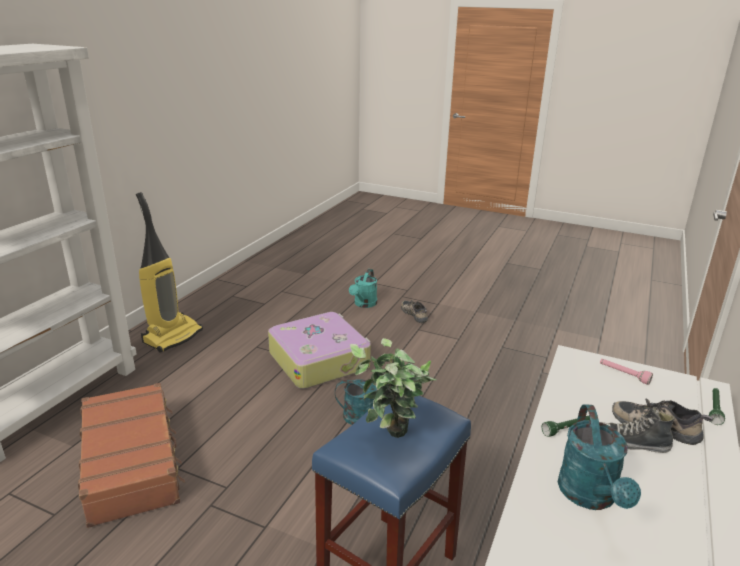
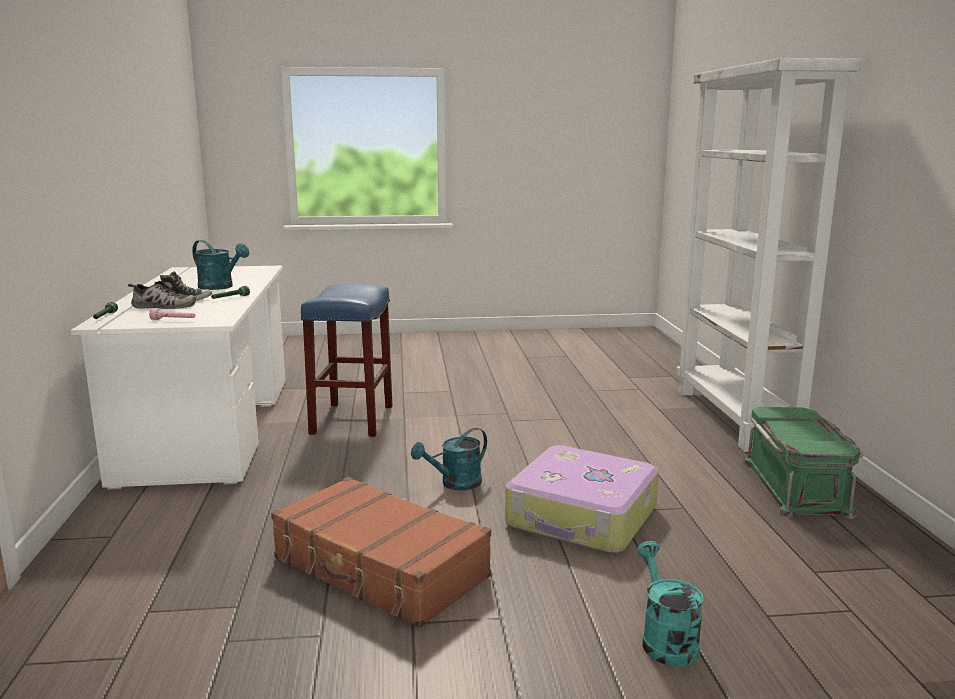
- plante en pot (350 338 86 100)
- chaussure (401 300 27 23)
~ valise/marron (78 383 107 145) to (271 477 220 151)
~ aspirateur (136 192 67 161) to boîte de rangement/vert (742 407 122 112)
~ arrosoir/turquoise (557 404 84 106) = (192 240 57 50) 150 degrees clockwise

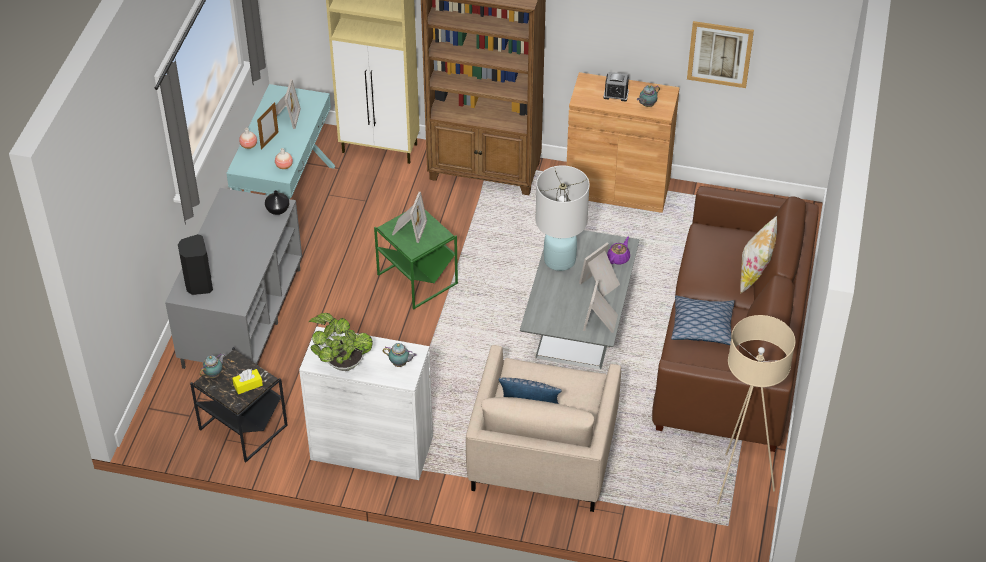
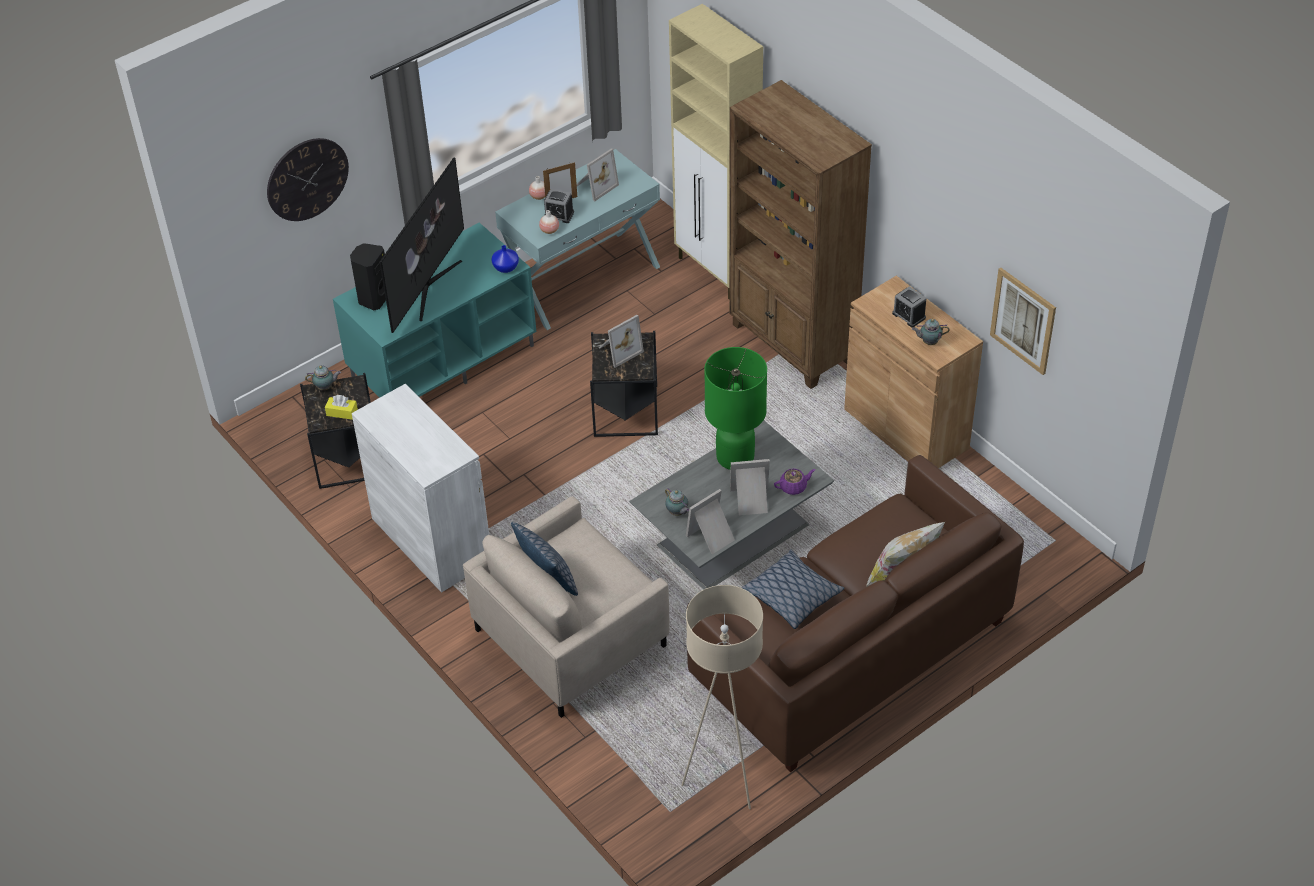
- plante en pot (309 313 64 58)
+ horloge murale (267 138 82 83)
+ téléviseur (380 157 84 176)
+ réveil (544 189 30 34)
~ théière (383 343 34 24) to (665 488 24 28)
~ meuble télé/gris (165 188 137 181) to meuble télé/turquoise (333 223 203 175)
~ vase/noir (265 190 24 25) to vase/bleu (492 245 27 28)
~ table d'appoint/vert (374 210 84 99) to table d'appoint/noir (590 331 68 106)
~ lampe de table/blanc (535 165 55 106) to lampe de table/vert (704 347 63 123)

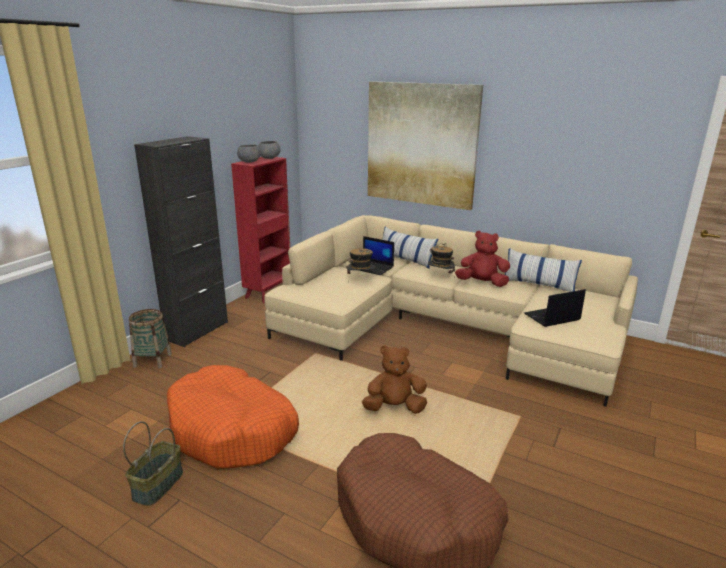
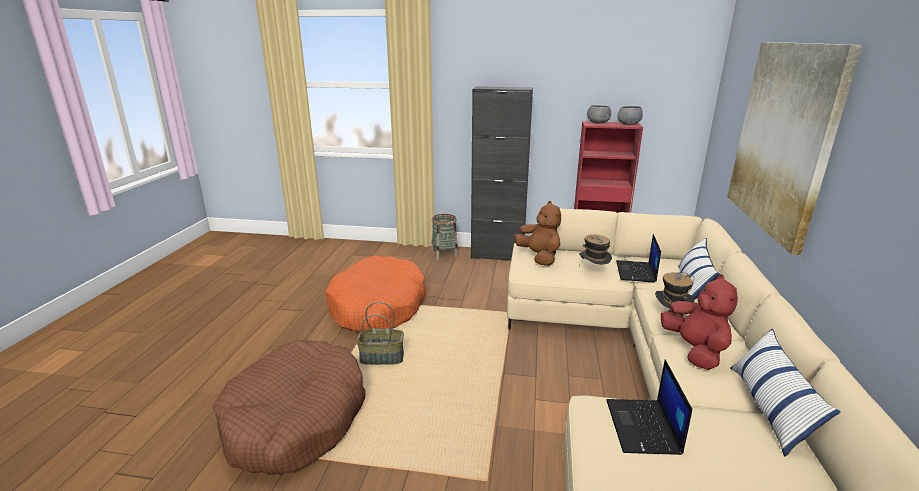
~ panier (123 421 60 85) to (357 302 47 63)
~ peluche/marron (362 345 65 69) to (514 201 47 65)
~ ordinateur portable (524 289 62 38) = (606 360 86 95) 135 degrees counterclockwise

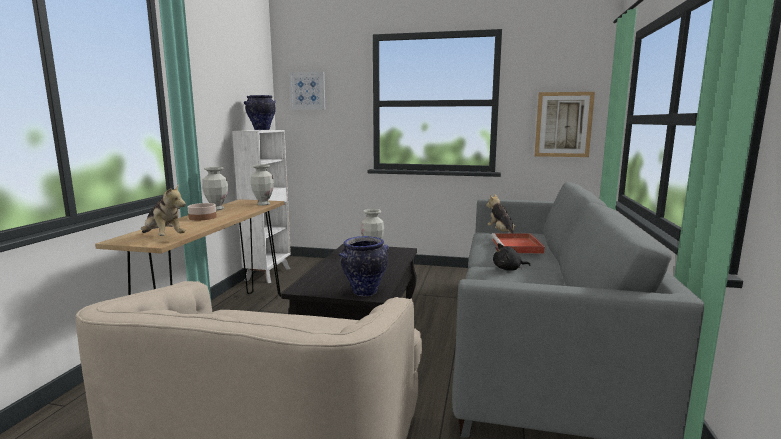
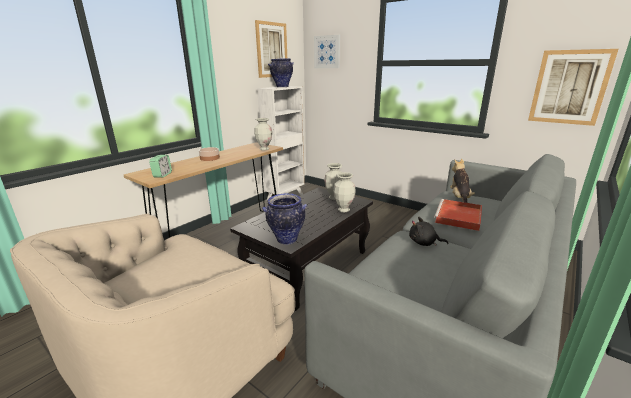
+ tableau (255 20 32 58)
~ vase (202 167 26 43) to (333 172 23 40)
~ peluche (141 184 45 52) to réveil (149 155 23 23)

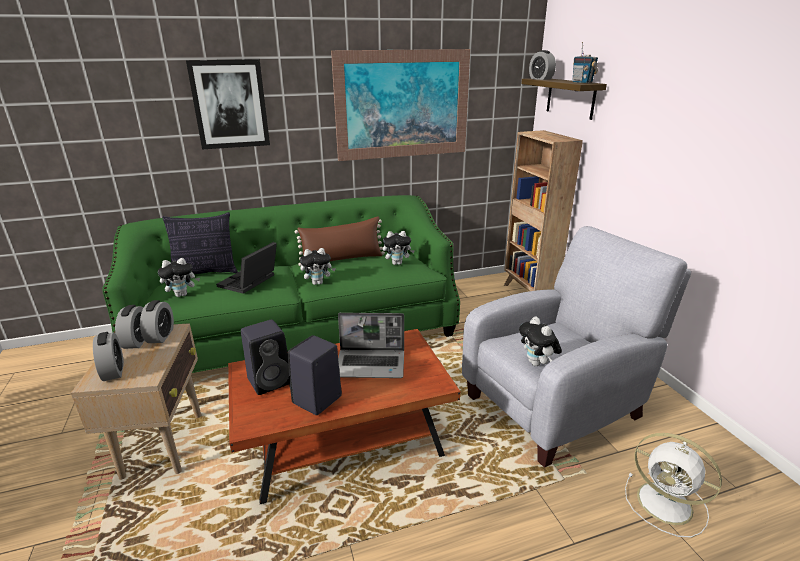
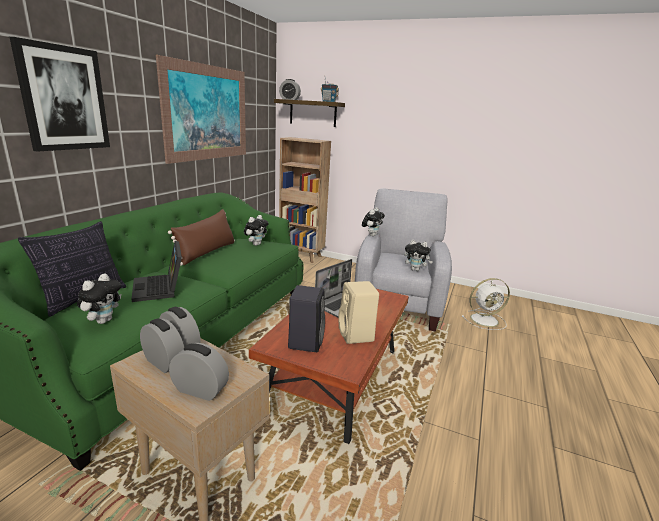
~ peluche (300 248 36 37) to (362 207 23 29)
~ enceinte/noir (288 335 54 80) to enceinte/beige (338 281 41 63)

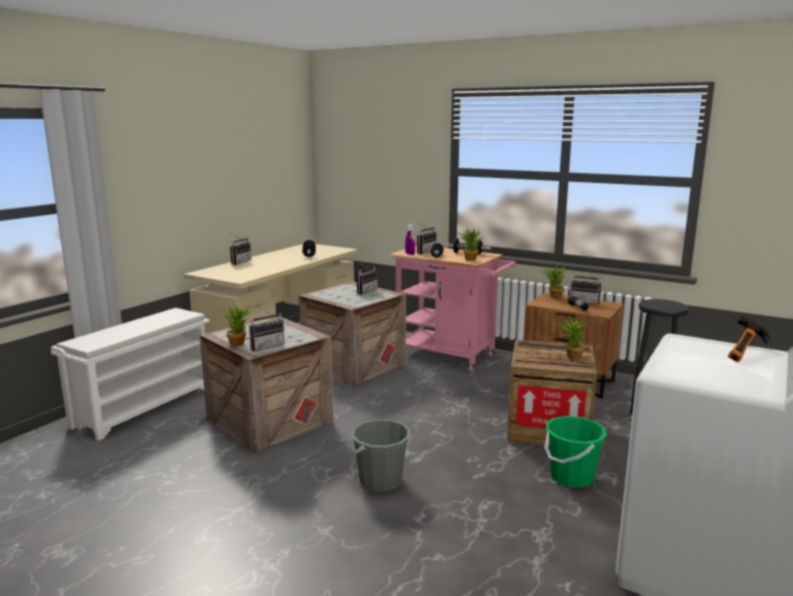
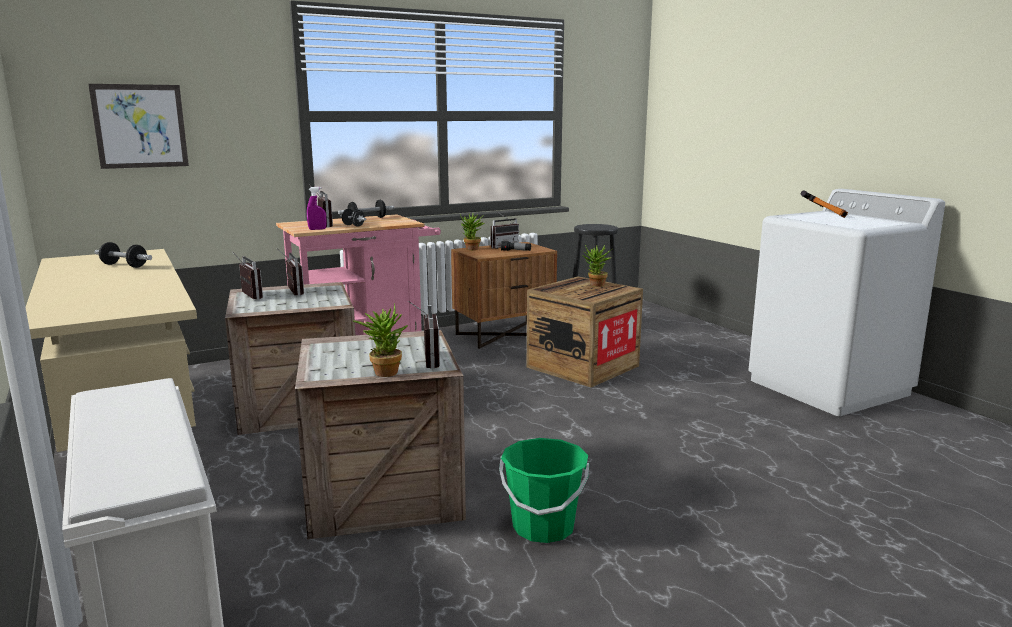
- seau/gris (351 419 59 73)
- plante en pot (459 227 23 34)
+ tableau (88 84 101 85)
~ radio (230 235 22 30) to (234 253 29 46)
~ seau/vert (544 416 63 72) to (499 438 90 105)

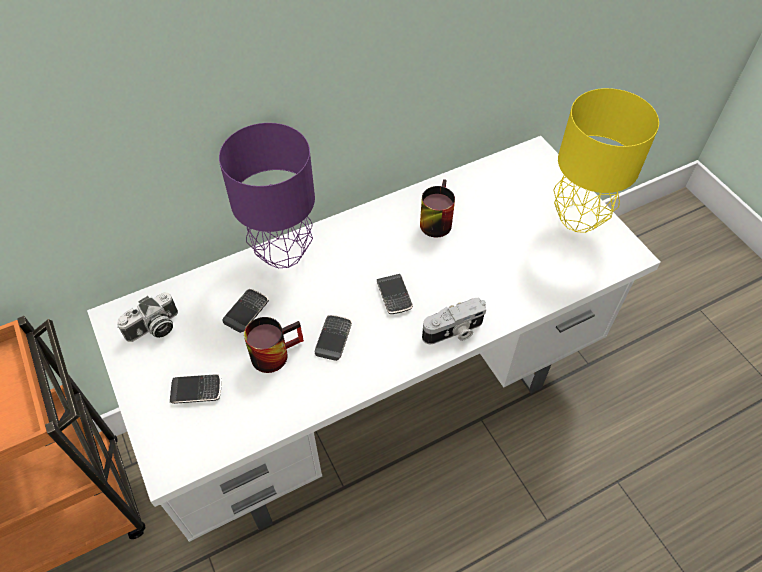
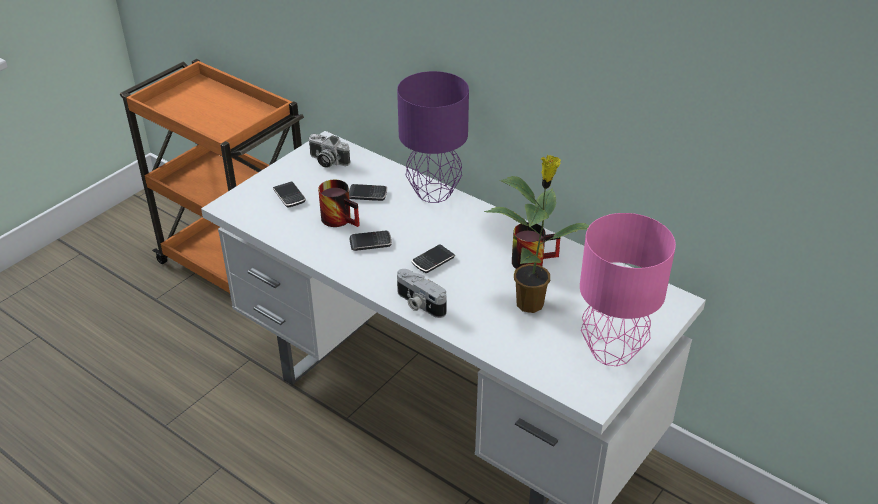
+ plante en pot (484 155 106 158)
~ lampe de table/jaune (553 88 106 145) to lampe de table/rose (580 213 96 153)

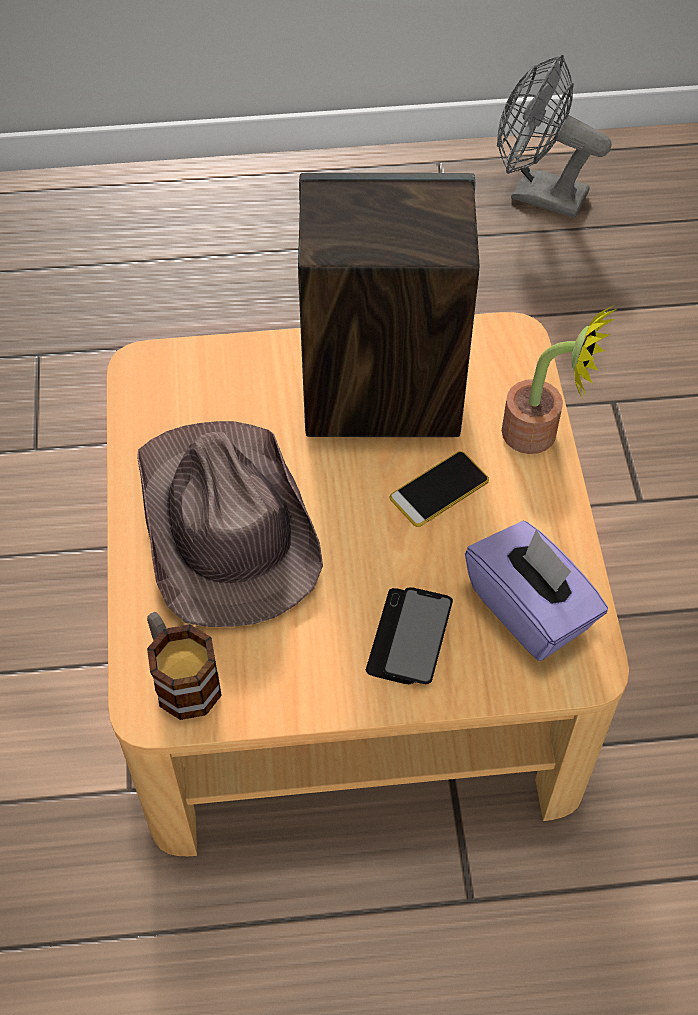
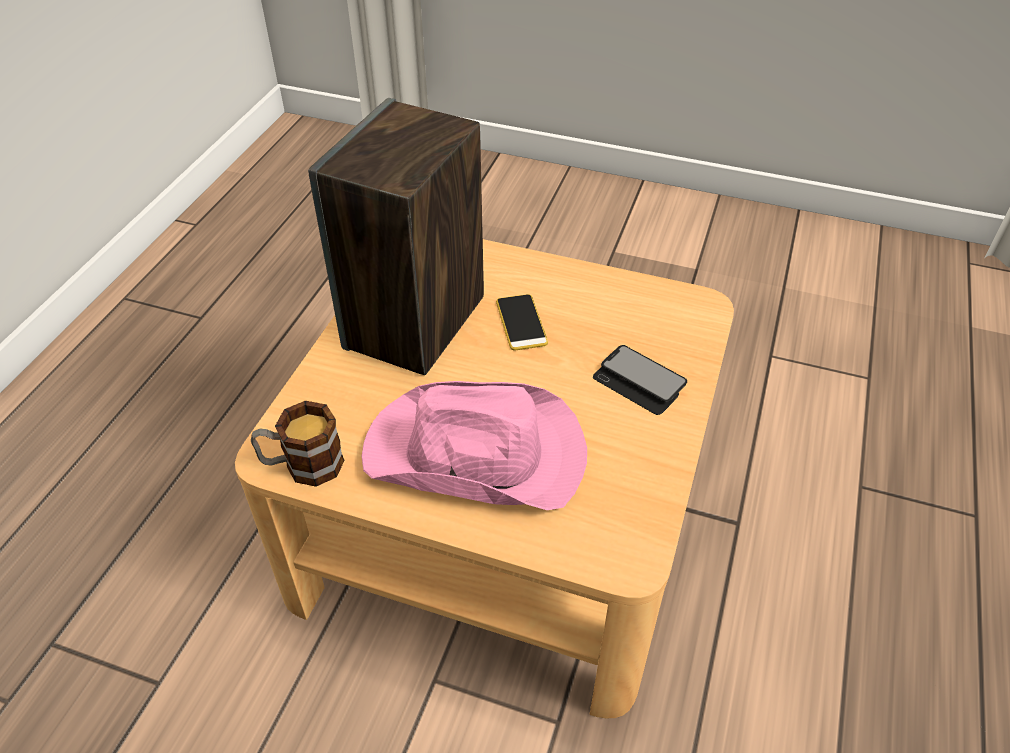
- boîte à mouchoirs/violet (465 521 143 140)
- ventilateur/gris (497 55 114 163)
- plante en pot (502 305 115 149)
~ mug (147 612 75 108) to (251 401 94 86)
~ chapeau/marron (137 421 186 206) to chapeau/rose (362 381 225 129)

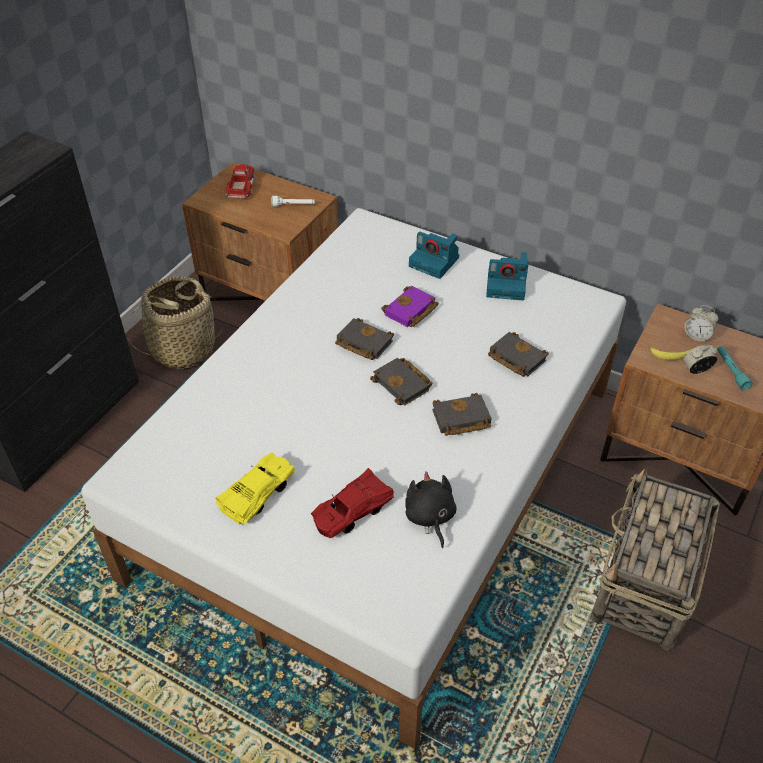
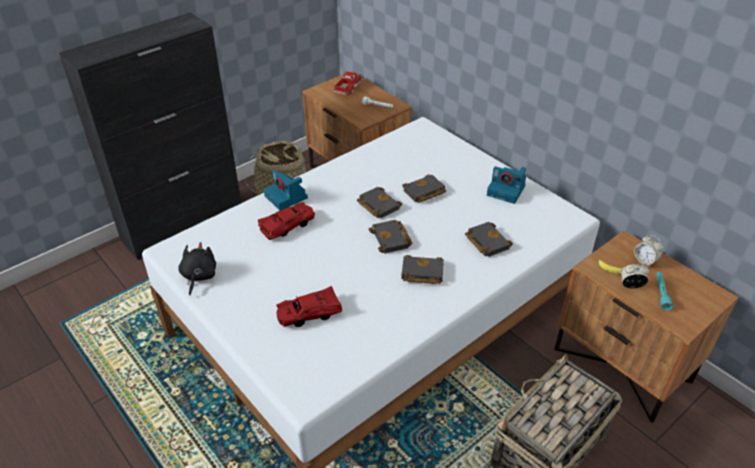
- petite voiture/jaune (216 452 79 73)
+ petite voiture/rouge (258 202 57 38)
~ peluche/noir (405 471 52 77) to (178 242 38 53)
~ appareil photo (409 231 50 48) to (264 170 44 41)
~ livre/violet (381 286 58 41) to livre/noir (402 174 44 29)

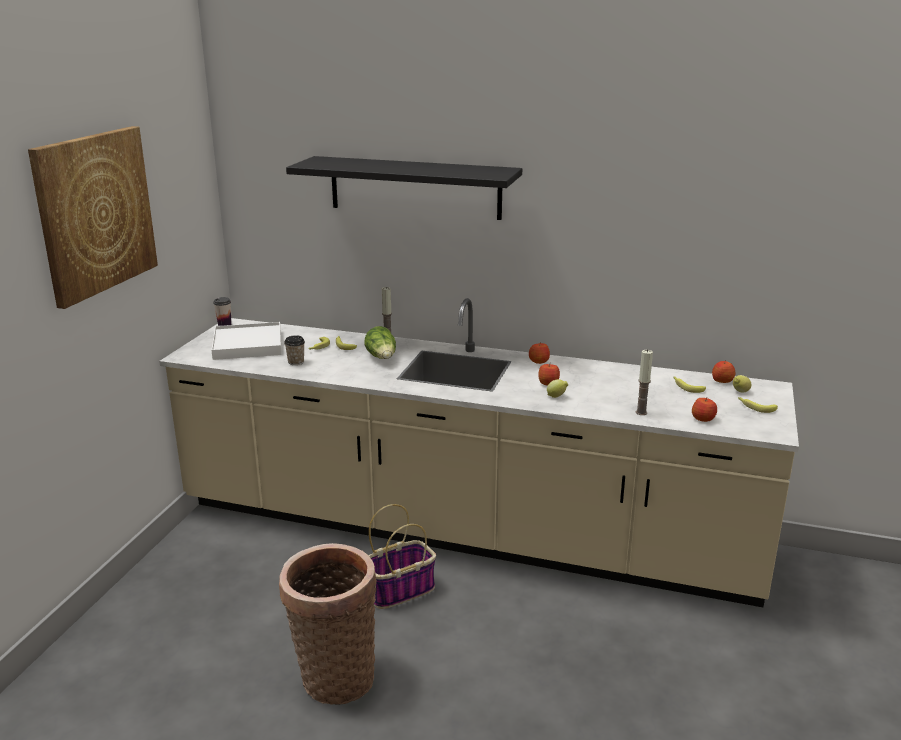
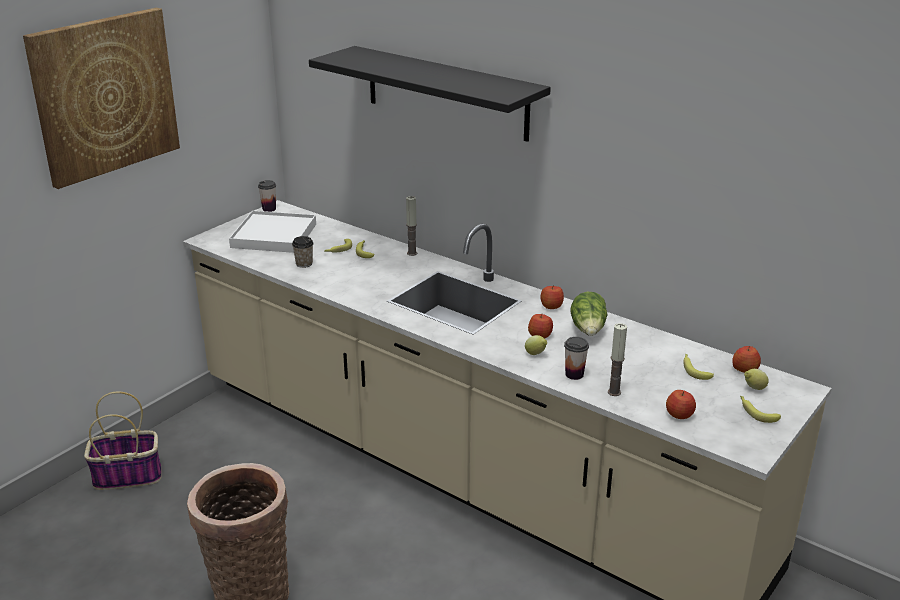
+ tasse (564 337 25 43)
~ laitue (364 326 32 33) to (570 292 38 44)
~ panier (368 504 68 105) to (84 392 78 98)

